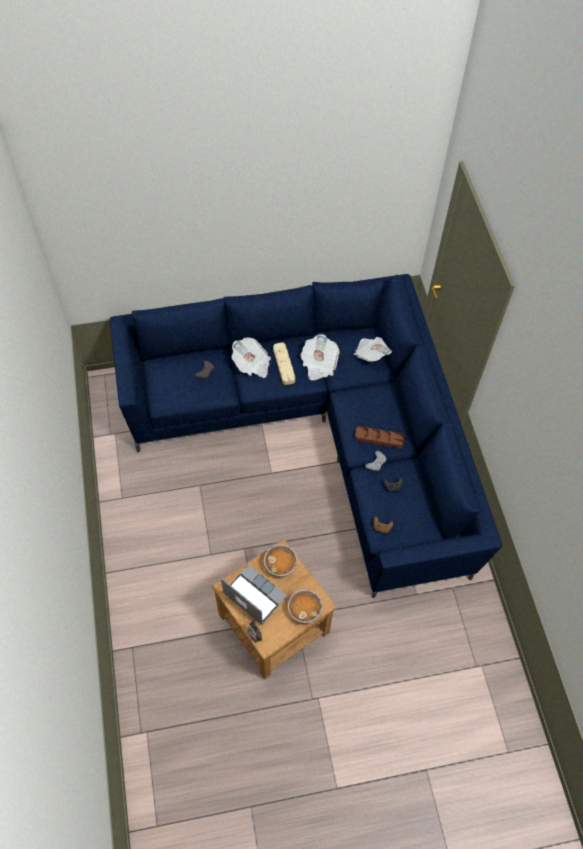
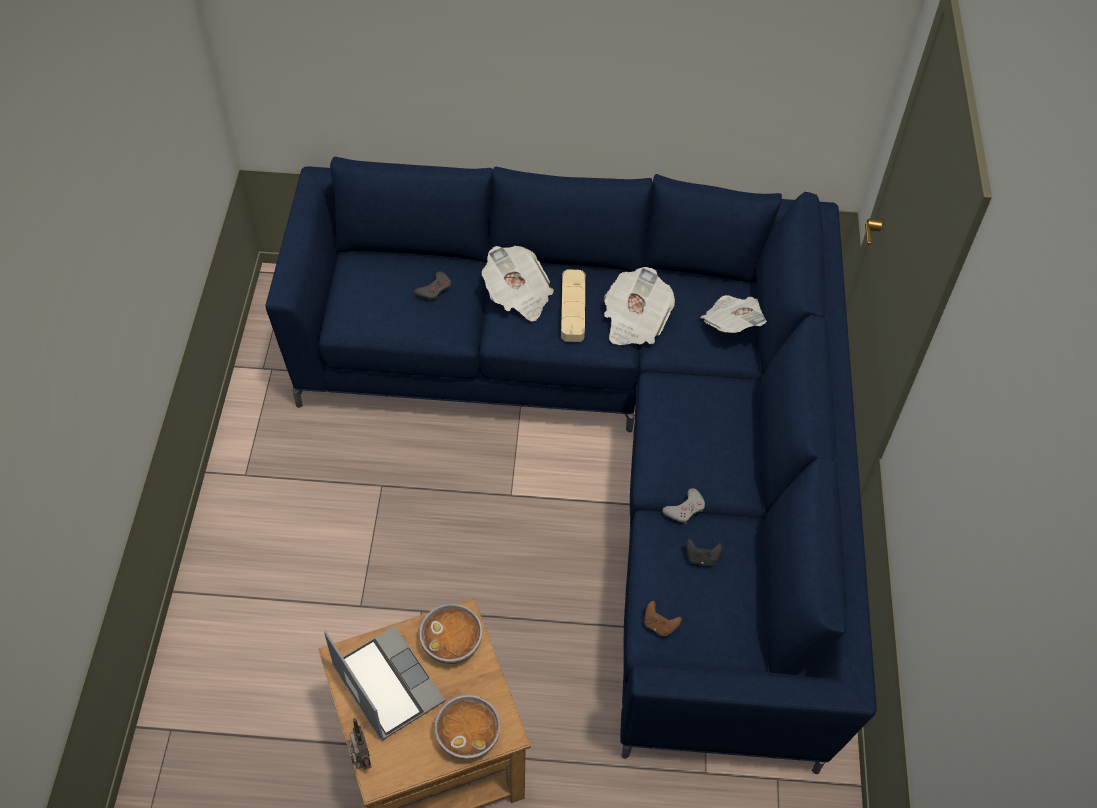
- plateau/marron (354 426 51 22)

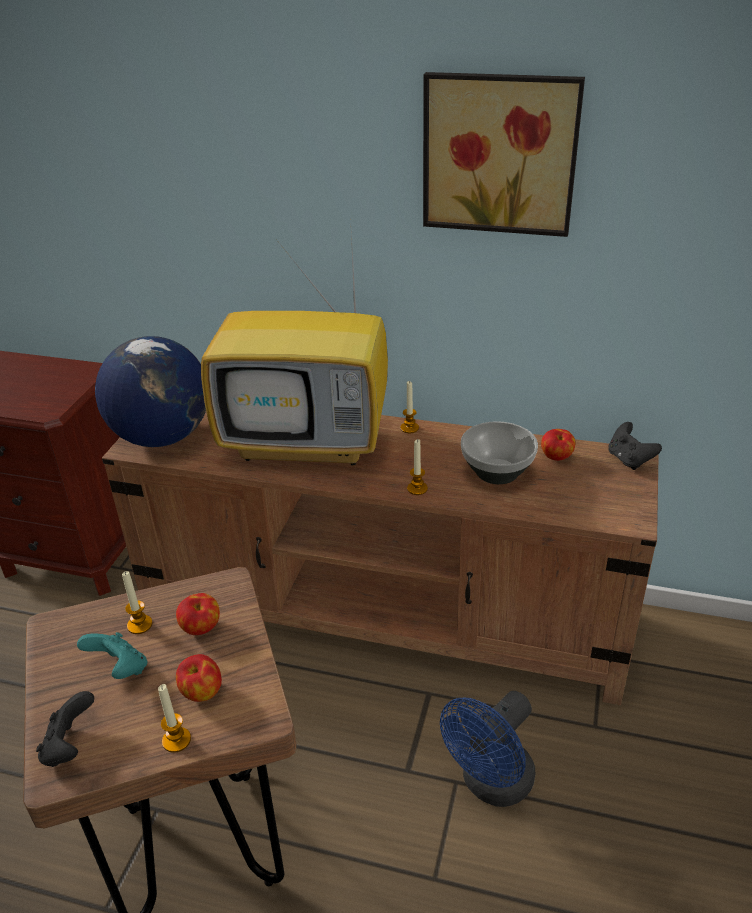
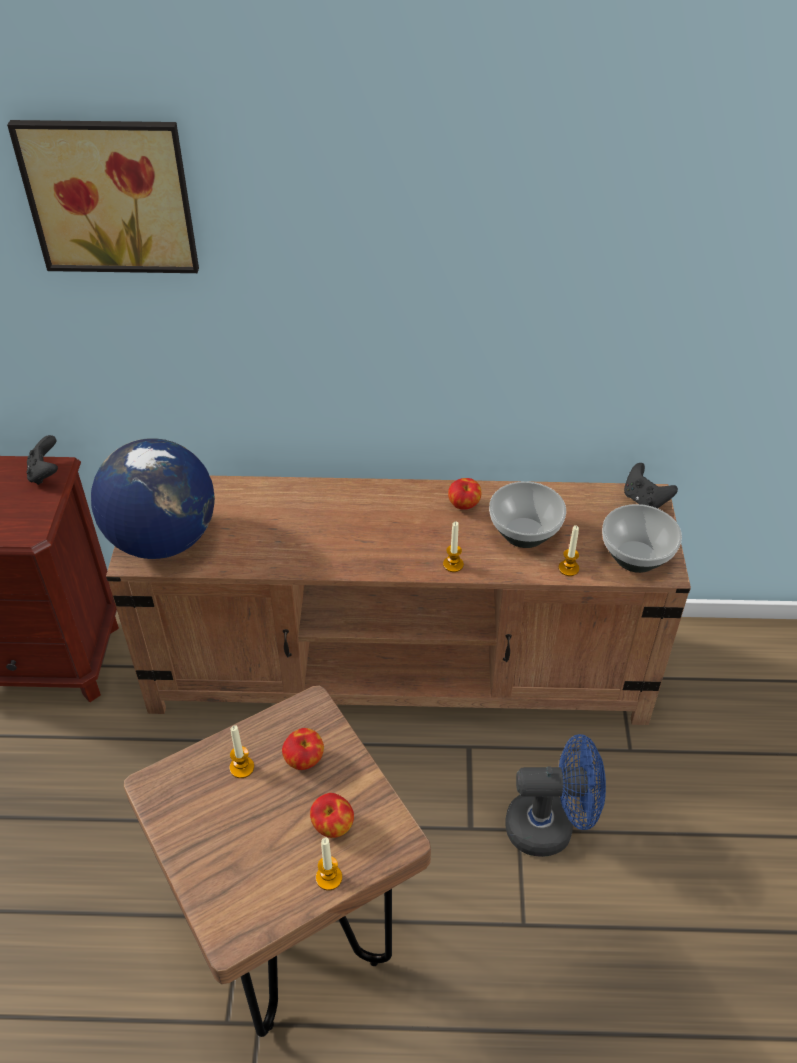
- manette/turquoise (77 632 70 47)
- téléviseur (201 216 187 250)
+ bol (602 504 80 69)
~ manette/noir (36 691 58 76) to (26 435 32 50)
~ bougie (400 381 19 52) to (559 525 20 51)
~ tableau (423 72 162 165) to (7 120 192 153)
~ pomme (541 429 34 32) to (448 478 33 32)
~ ventilateur/bleu (440 691 96 116) = (505 734 101 123) 120 degrees counterclockwise

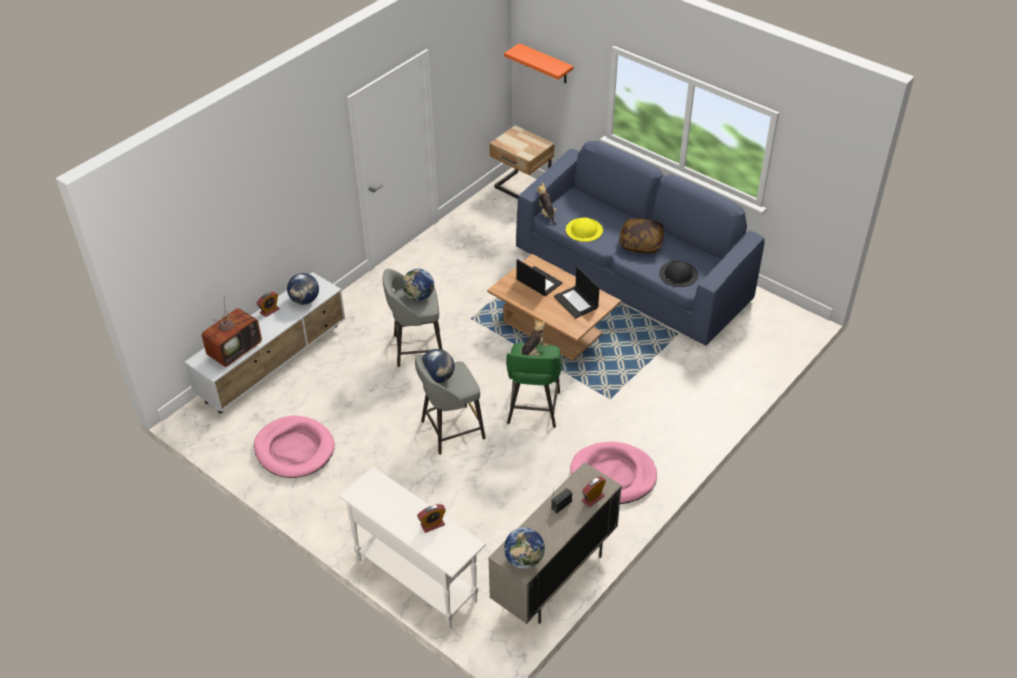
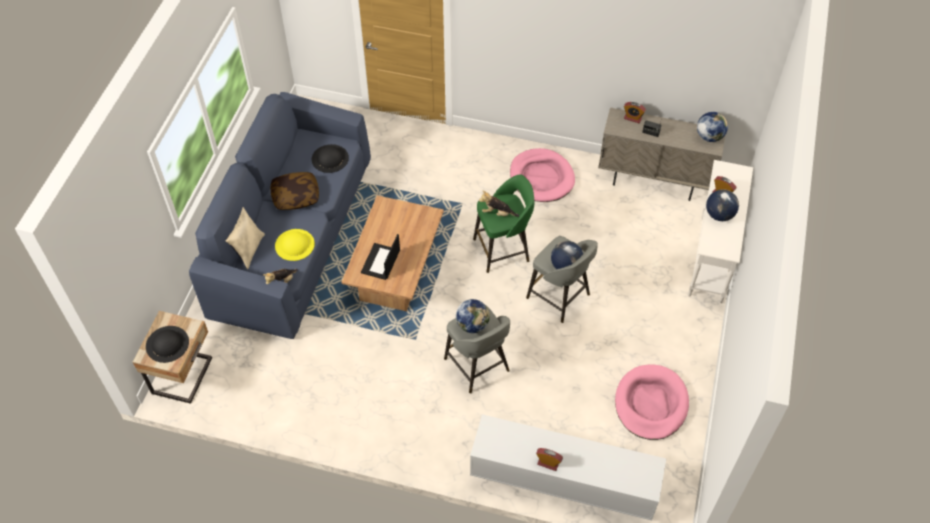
- téléviseur (202 295 60 72)
- étagère/orange (504 43 70 40)
- ordinateur portable (554 266 46 52)
+ chapeau/noir (146 326 43 37)
+ coussin/beige (225 207 40 62)
~ globe (287 273 32 32) to (706 189 33 32)

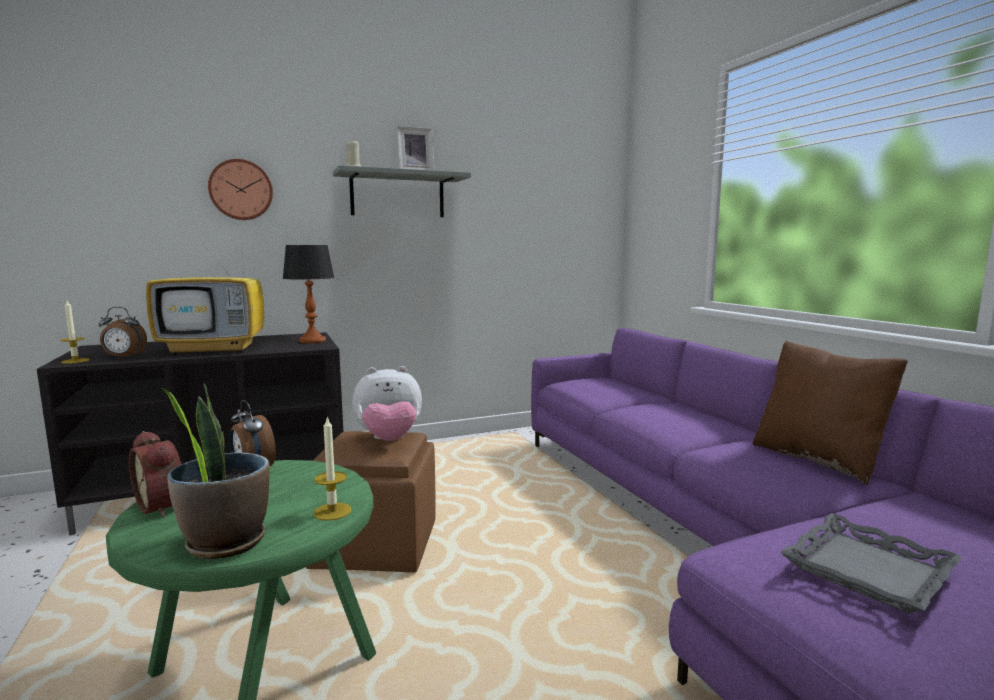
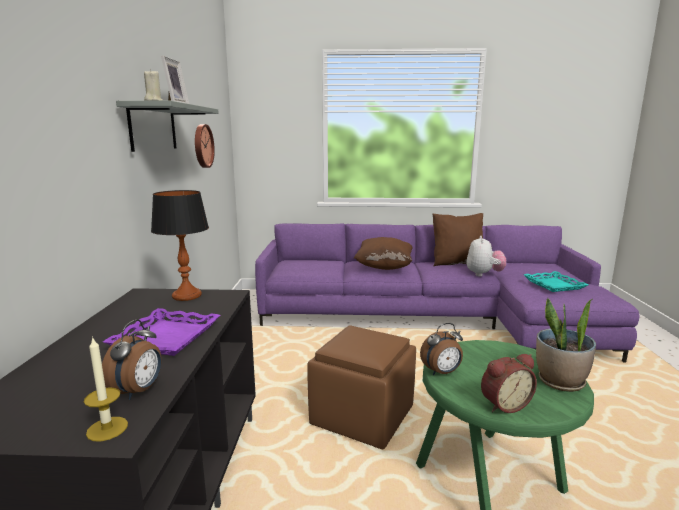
- bougie (313 418 38 103)
+ coussin/marron (353 237 60 33)
~ horloge murale (208 159 65 61) to (195 124 20 44)
~ peluche (352 366 70 75) to (466 236 40 40)
~ téléviseur (146 229 118 126) to plateau/violet (103 308 117 48)
~ plateau/gris (780 513 182 100) to plateau/turquoise (524 271 64 21)

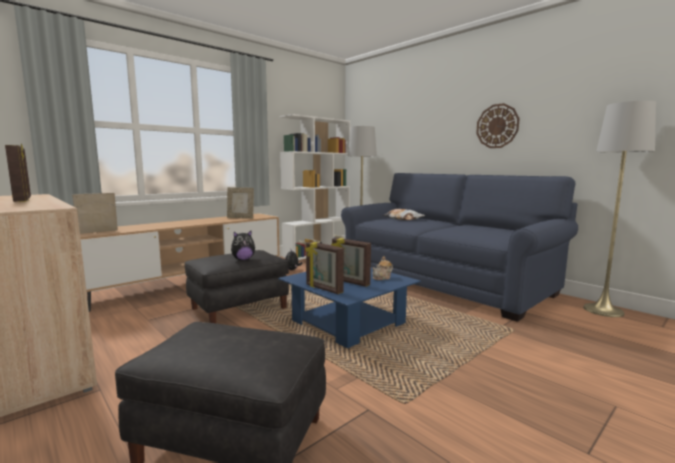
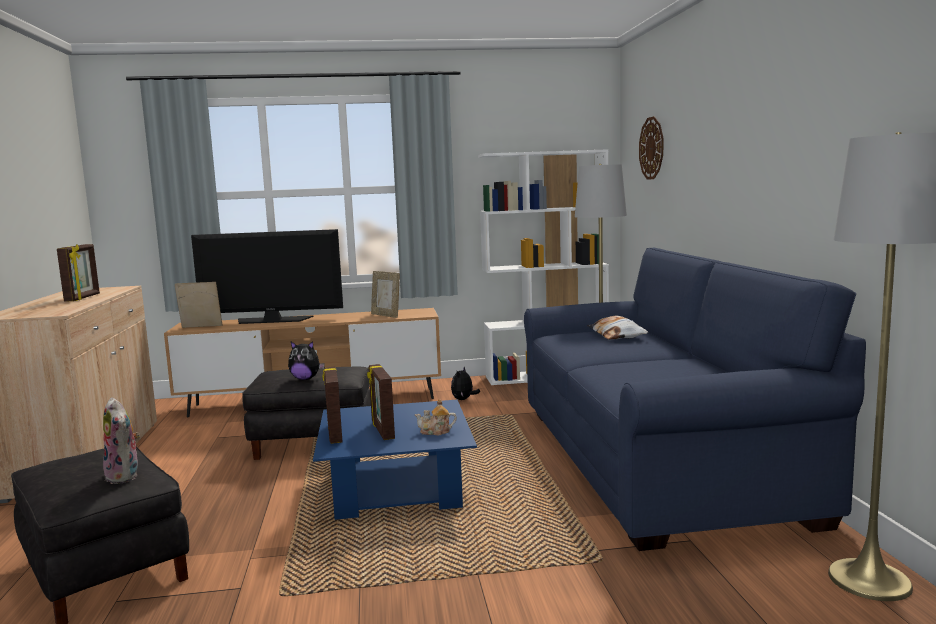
+ peluche (103 397 37 87)
+ téléviseur (191 229 152 95)
~ horloge murale (476 103 44 45) to (639 116 24 64)

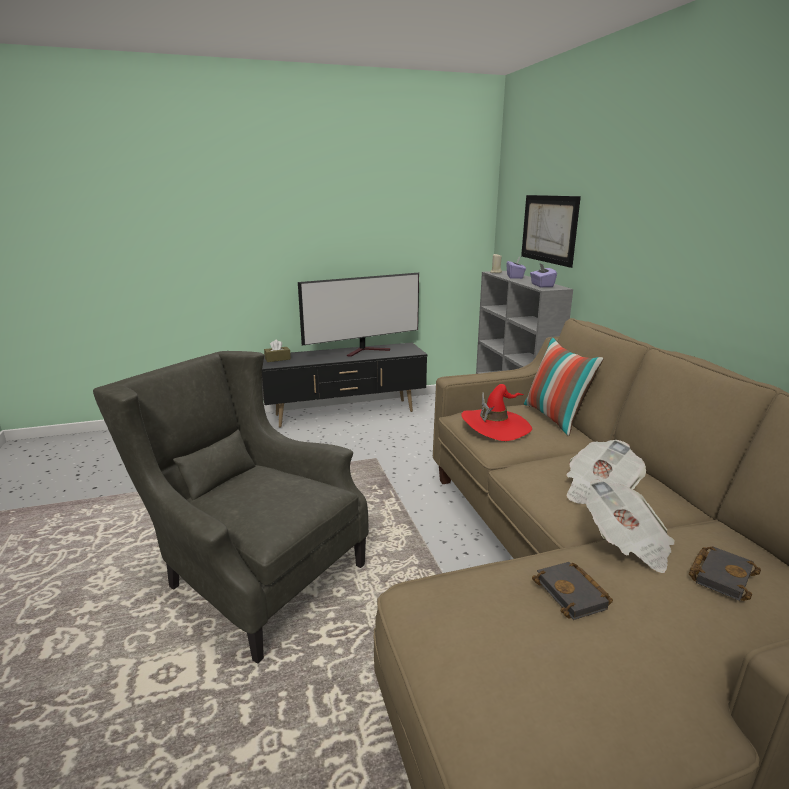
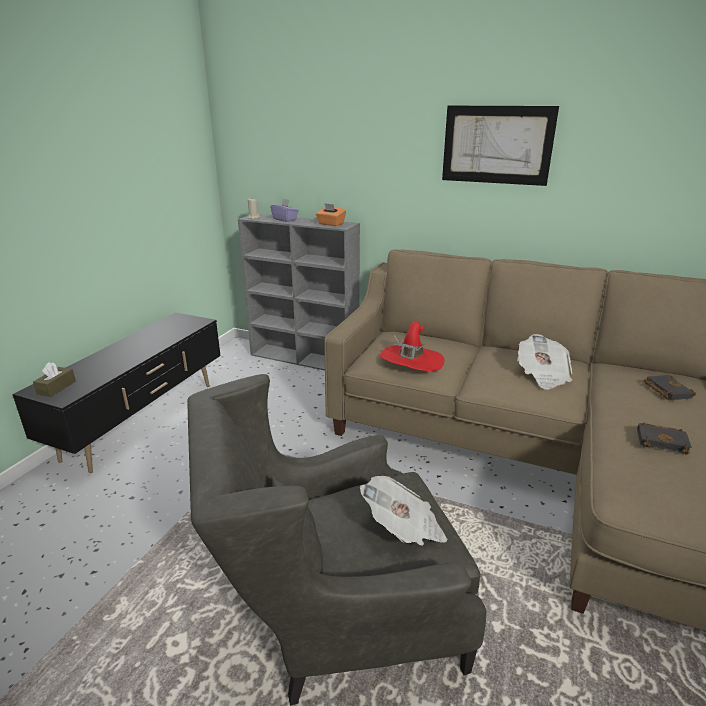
- téléviseur (298 273 121 84)
- coussin (524 337 80 99)
~ tableau (521 195 60 73) to (442 106 117 80)
~ journal (586 479 89 94) to (360 476 87 70)
~ boîte à mouchoirs/violet (530 263 27 24) to boîte à mouchoirs/orange (316 203 30 23)

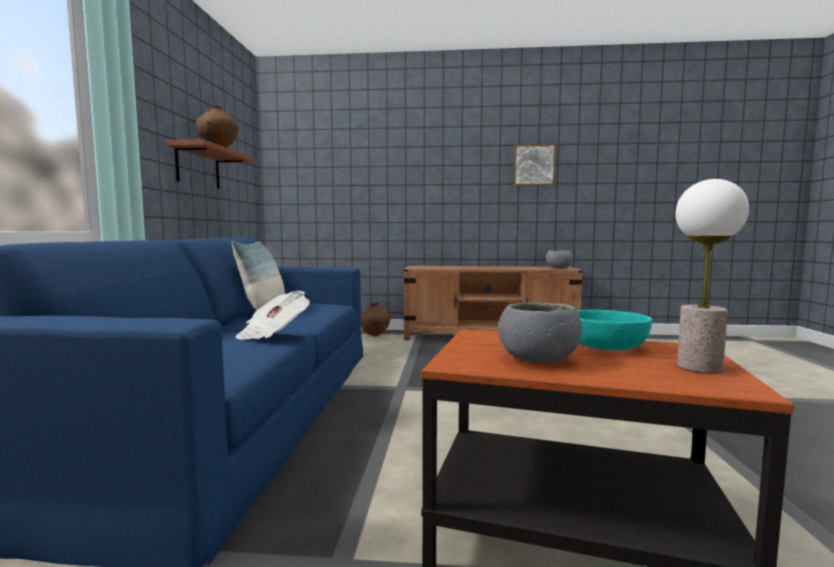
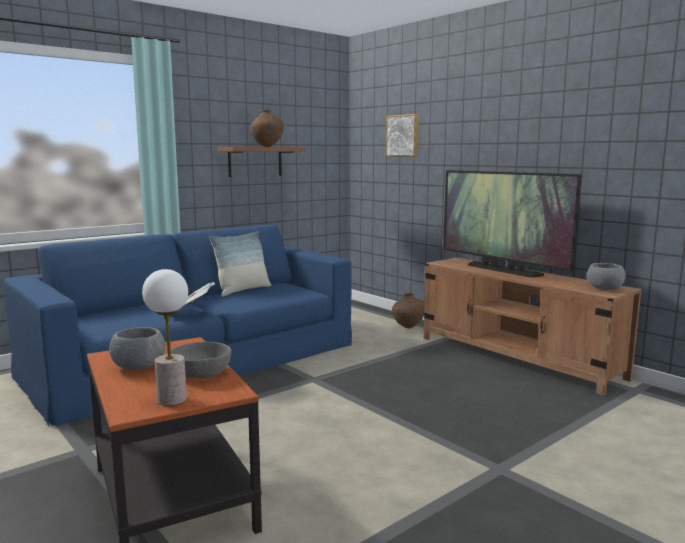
+ téléviseur (443 170 139 107)
~ tableau (513 144 43 42) to (385 114 34 43)
~ bol/turquoise (577 310 75 40) to bol/gris (171 342 60 37)

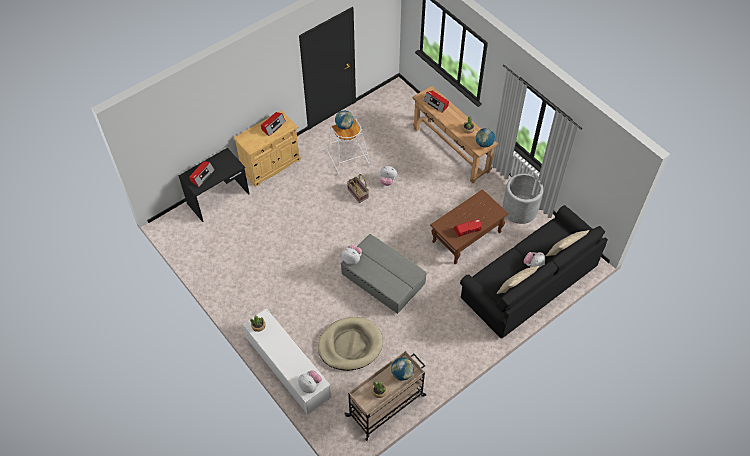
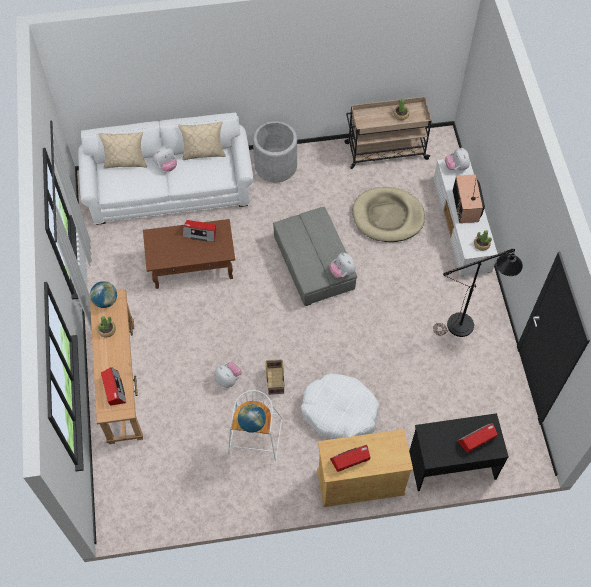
- globe (391 357 23 24)
+ panier pour chien/blanc (301 373 78 66)
+ lampadaire/noir (433 249 90 88)
+ téléviseur (453 174 32 49)
~ cache-pot/gris (502 173 41 51) to (253 121 44 61)
~ canapé/noir (460 205 148 134) to canapé/blanc (78 113 176 112)

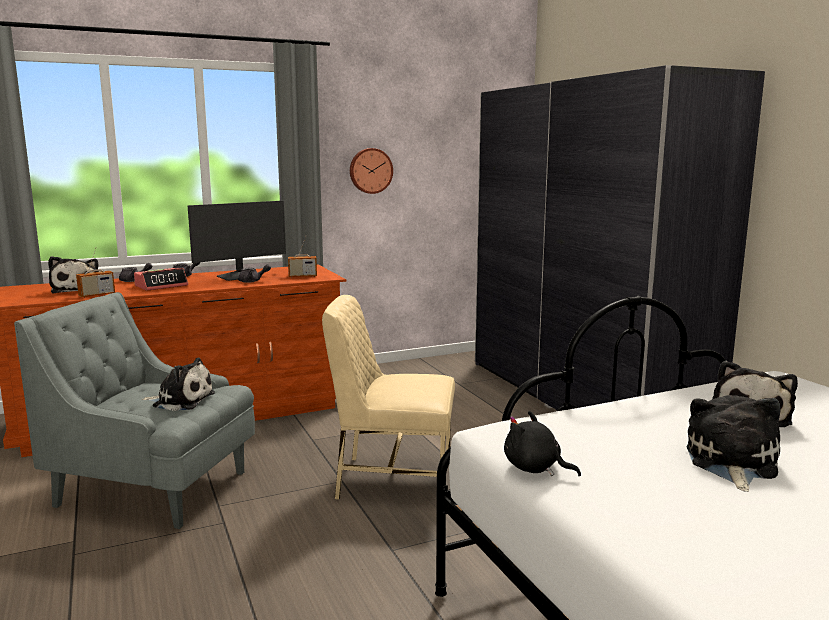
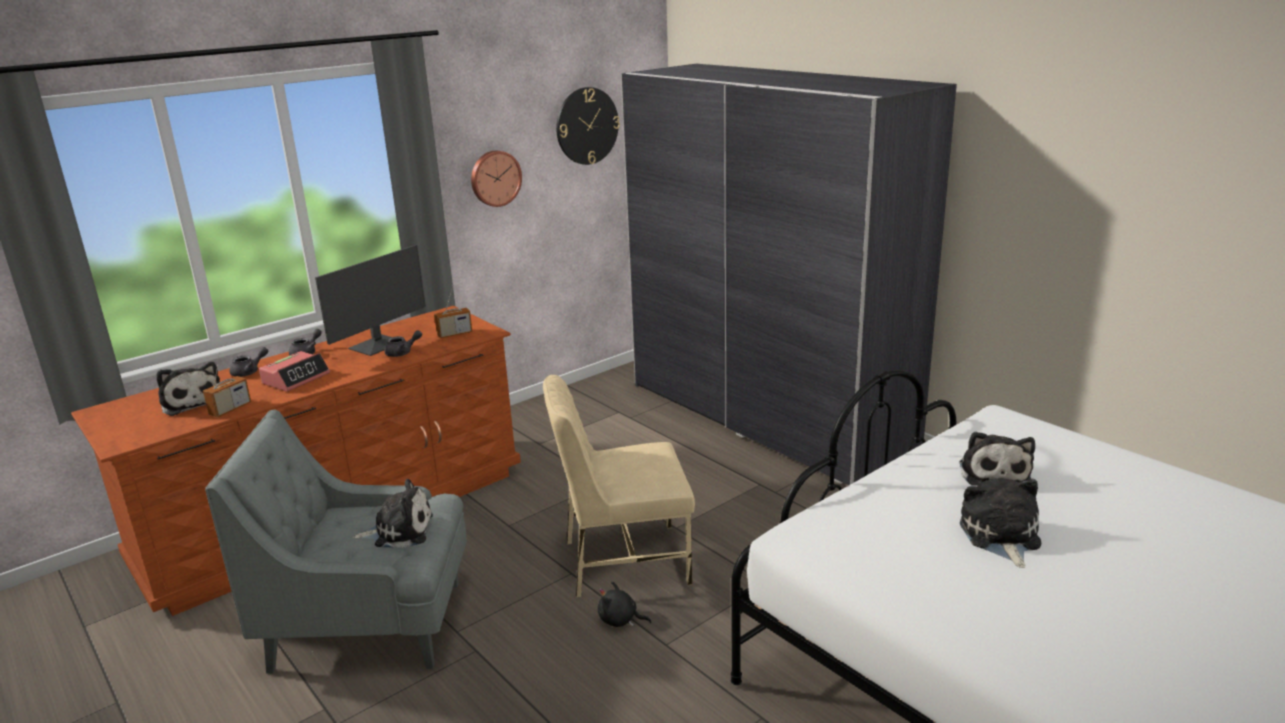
+ horloge murale (556 87 64 78)
~ peluche/noir (504 411 77 65) to (598 581 54 46)

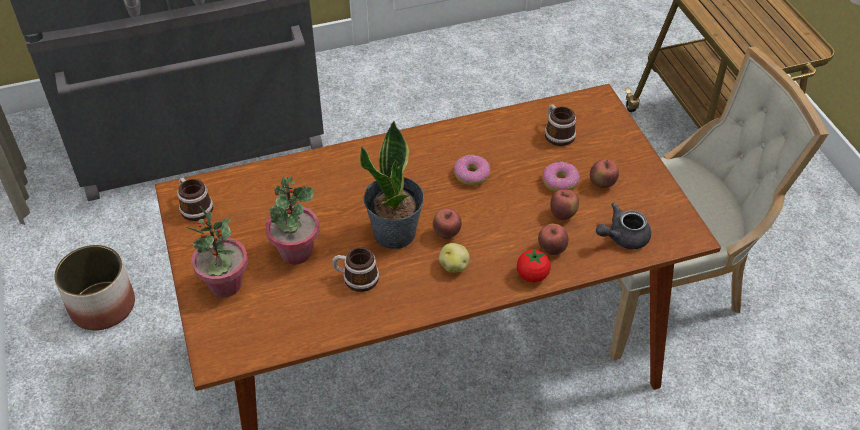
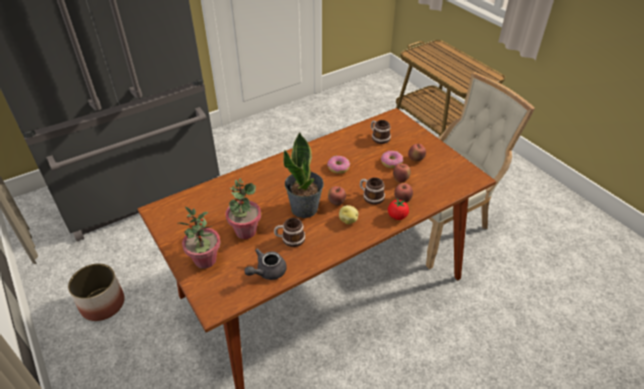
~ mug (178 178 35 43) to (360 177 25 28)
~ théière/gris (596 203 55 46) to (244 248 43 32)

